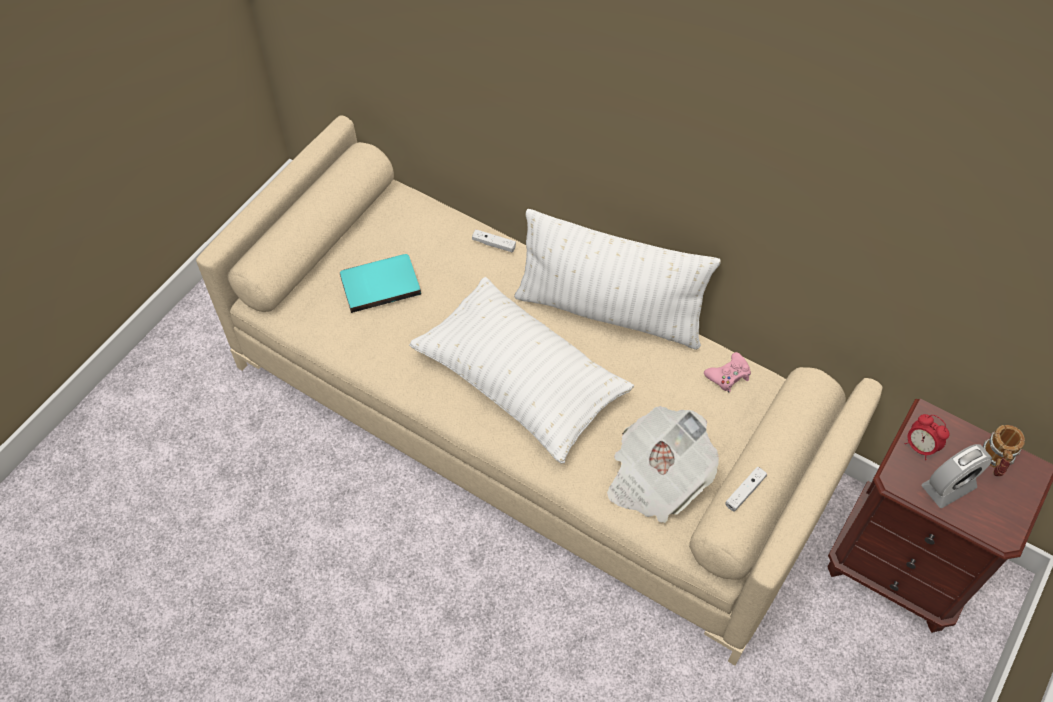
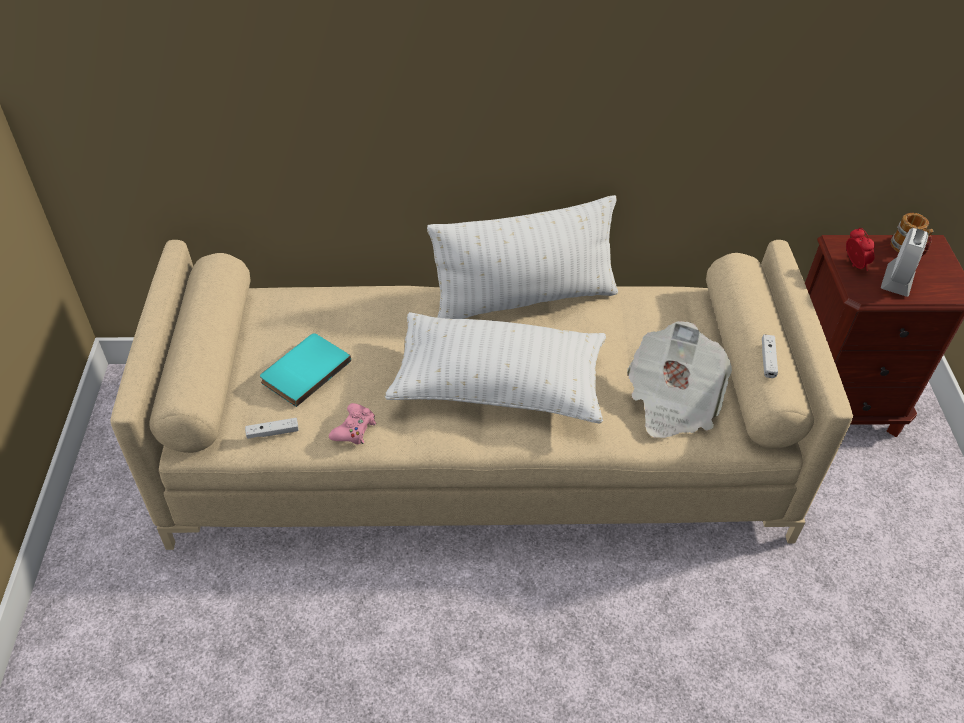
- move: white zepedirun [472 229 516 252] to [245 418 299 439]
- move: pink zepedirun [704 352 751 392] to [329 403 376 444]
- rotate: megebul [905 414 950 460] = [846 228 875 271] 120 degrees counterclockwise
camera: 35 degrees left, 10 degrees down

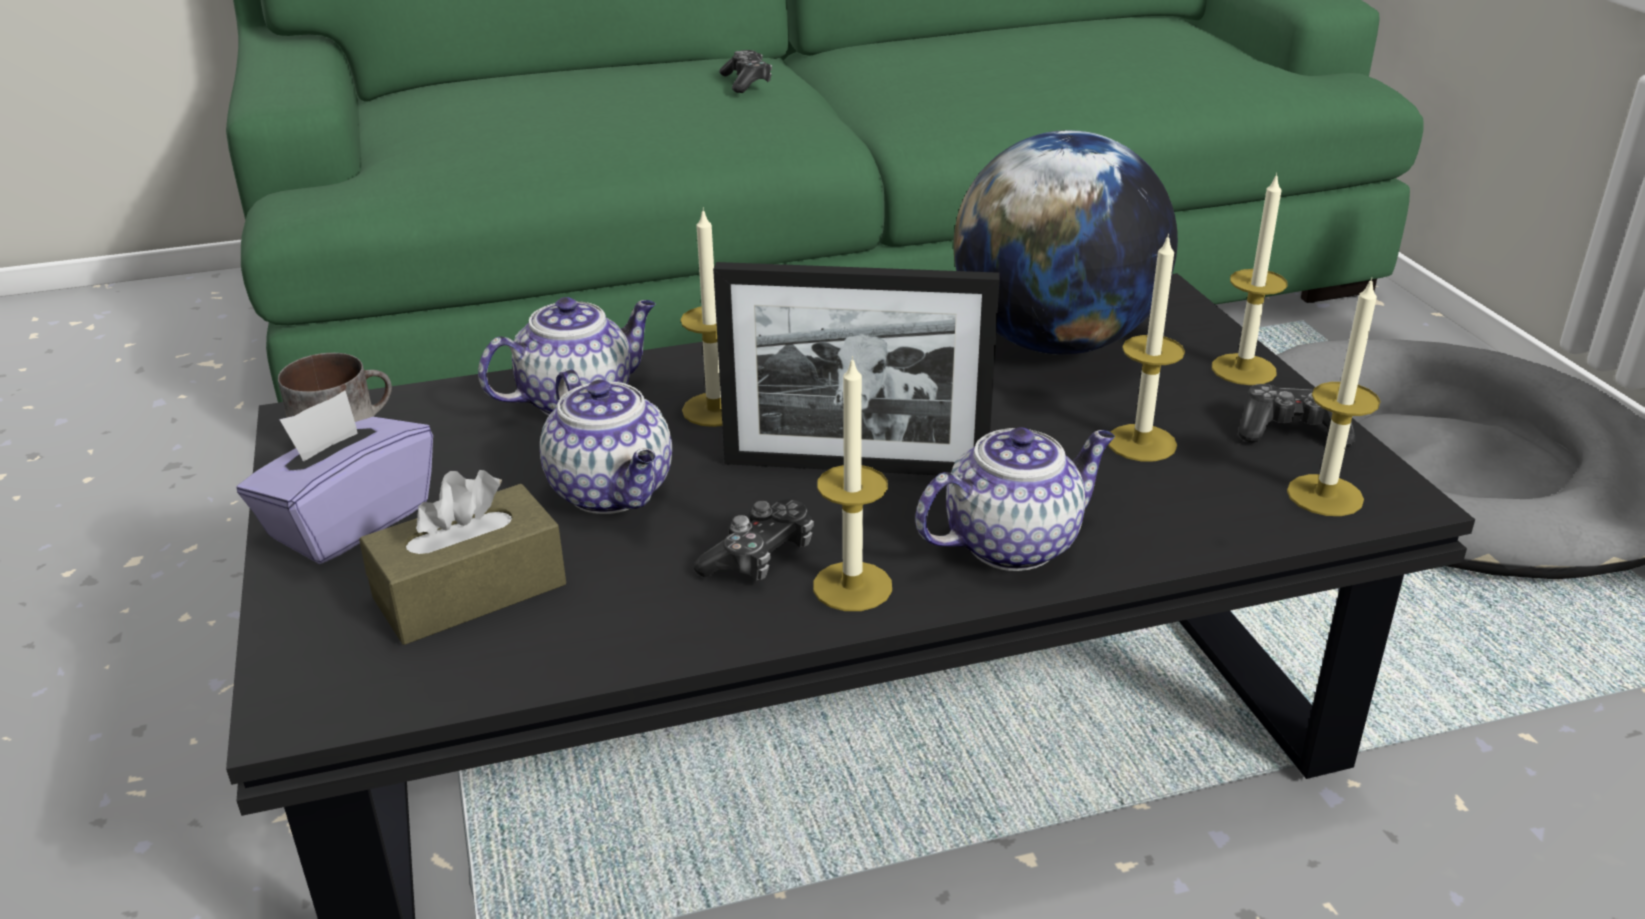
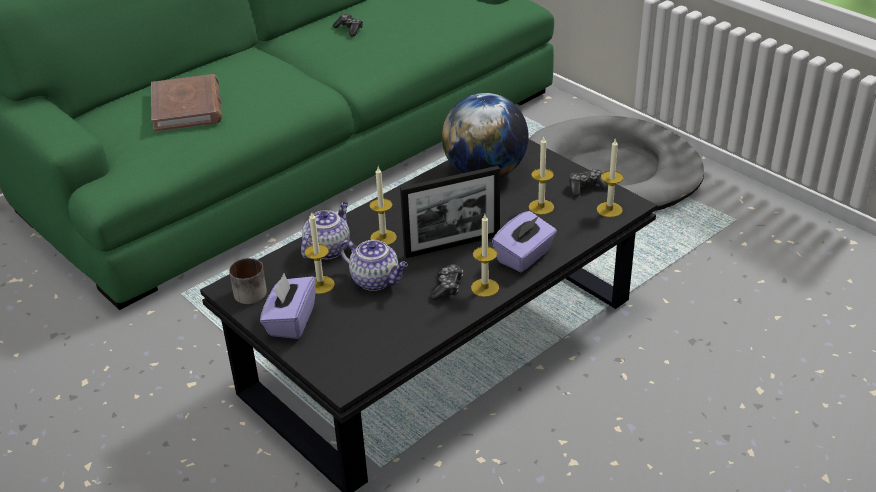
- insert: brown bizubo [151 74 222 132]
- move: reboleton [1212 173 1288 385] to [304 211 335 294]
- move: zepedirun [719 50 772 93] to [333 14 363 37]
- replace: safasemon [915 427 1115 571] to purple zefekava [492 211 557 272]
- delete: brown zefekava [359 470 566 645]
camera: 25 degrees left, 5 degrees up

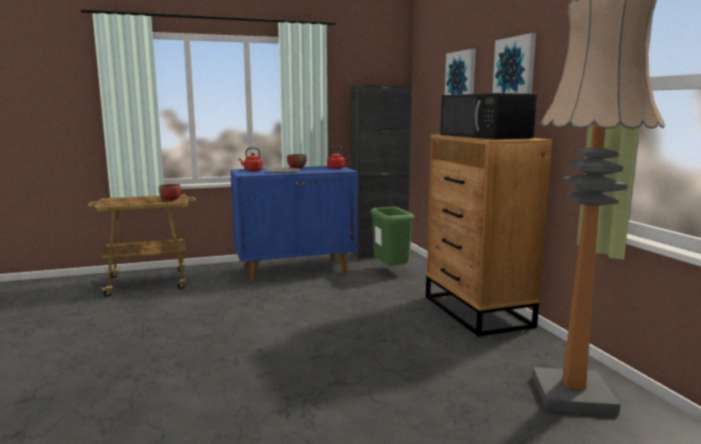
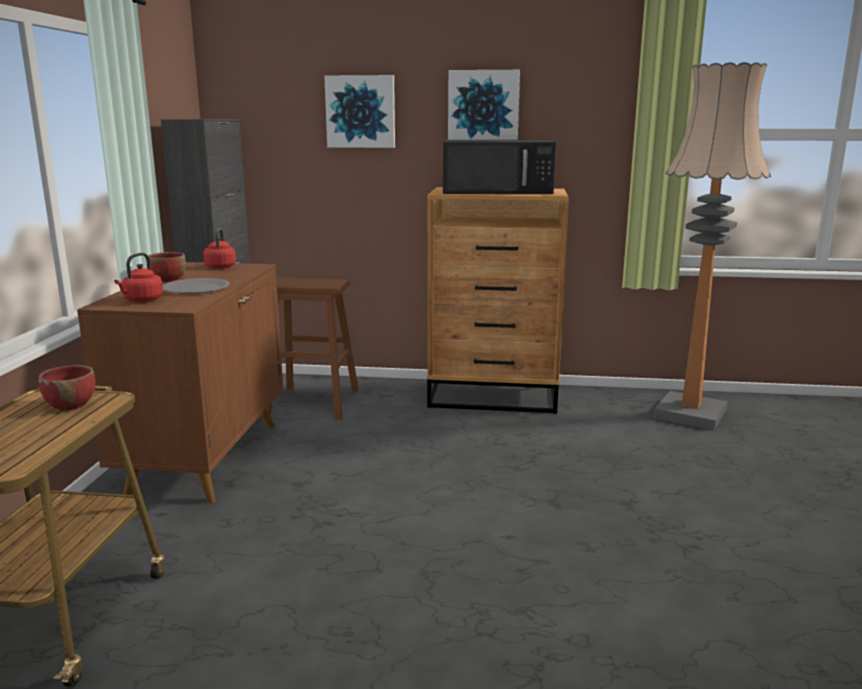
- recolor: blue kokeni [230 166 358 281] to brown kokeni [77 262 283 503]
- replace: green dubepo [370 207 414 265] to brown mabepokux [267 278 359 420]
camera: 65 degrees left, 5 degrees up

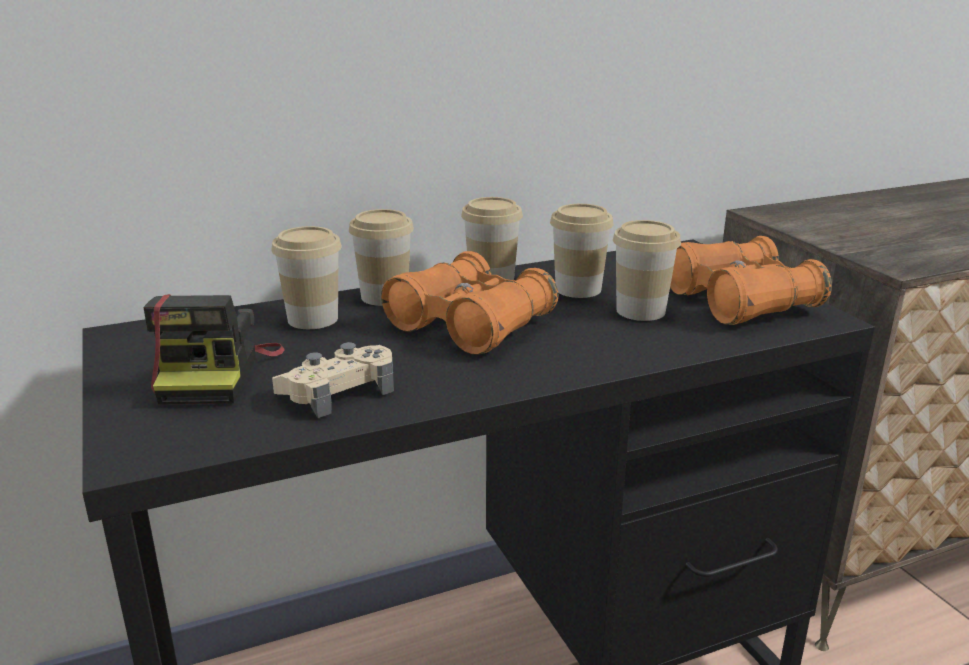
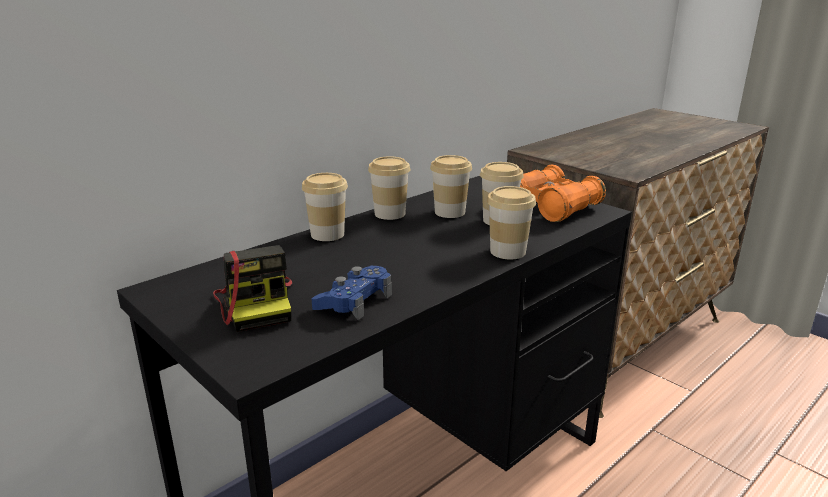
- recolor: beige zepedirun [272 342 394 418] to blue zepedirun [312 265 392 320]
- move: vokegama [271 226 342 329] to [487 186 536 259]
- delete: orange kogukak [381 251 558 355]
camera: 20 degrees left, 0 degrees up

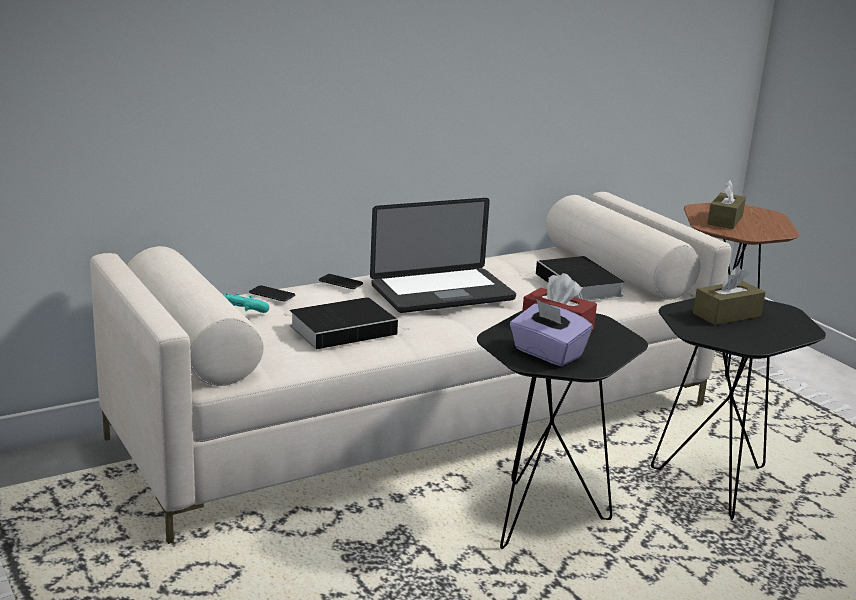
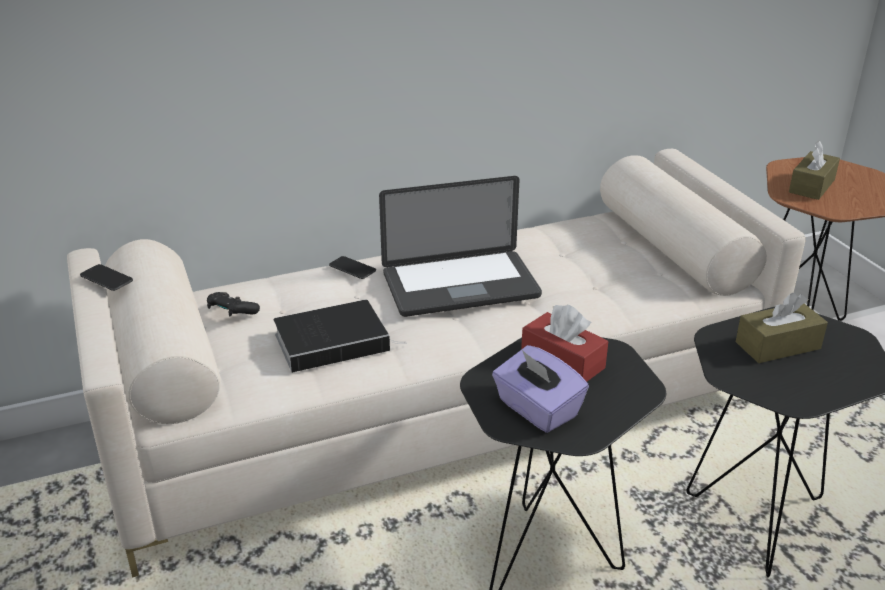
- move: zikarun [249 285 295 301] to [80 264 133 291]
- recolor: turquoise zepedirun [223 293 269 313] to black zepedirun [207 292 260 316]
- delete: bizubo [536 256 625 301]
camera: 10 degrees right, 10 degrees up

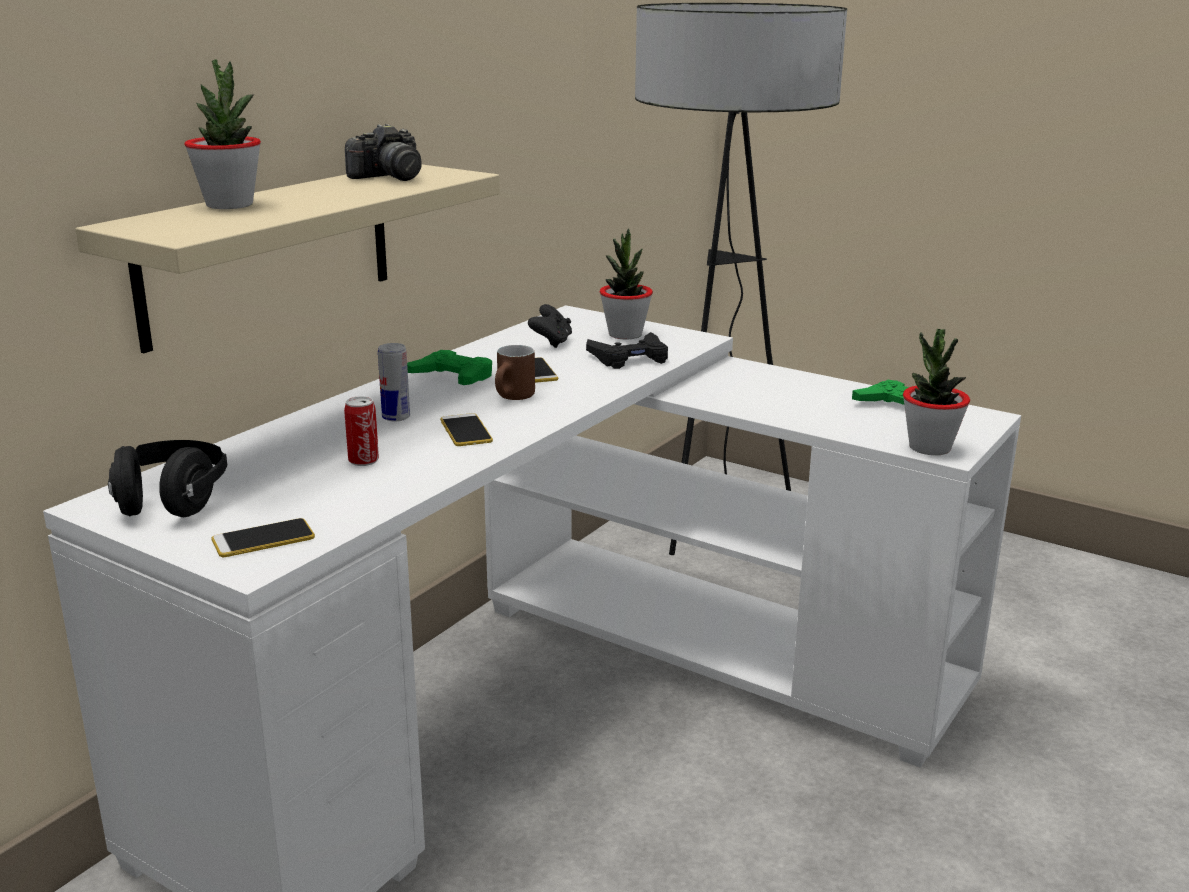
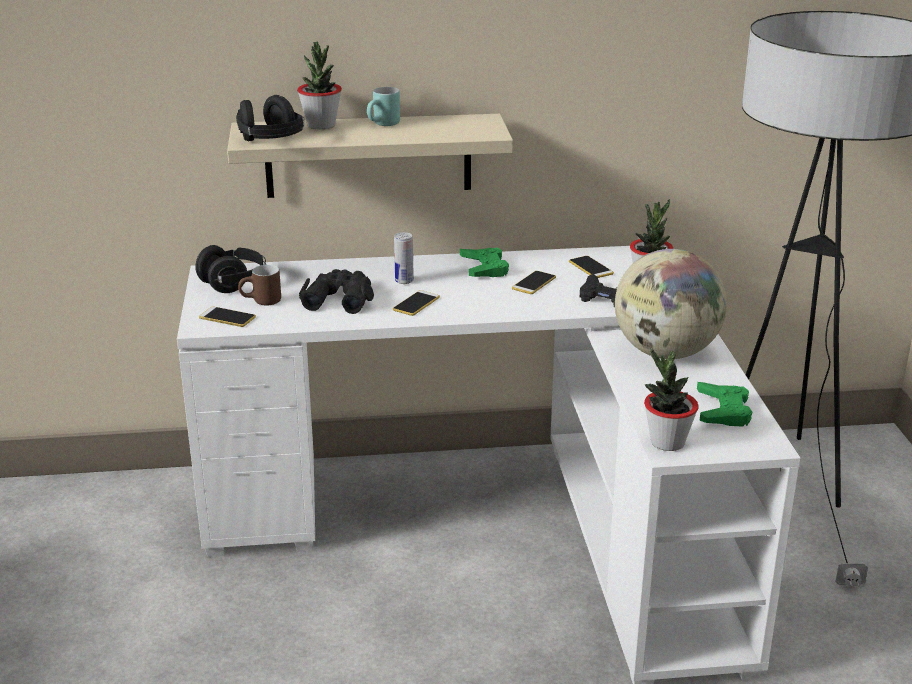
- insert: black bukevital [236 95 305 141]
- move: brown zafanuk [495 345 535 400] to [238 265 281 306]
- replace: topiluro [344 396 379 466] to black kogukak [299 269 374 314]
- insert: turquoise zafanuk [367 87 400 126]
- replace: black zepedirun [528 304 572 348] to zikarun [569 256 614 278]
- insert: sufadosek [615 249 727 359]
- delete: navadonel [345 124 422 181]
camera: 50 degrees right, 5 degrees up

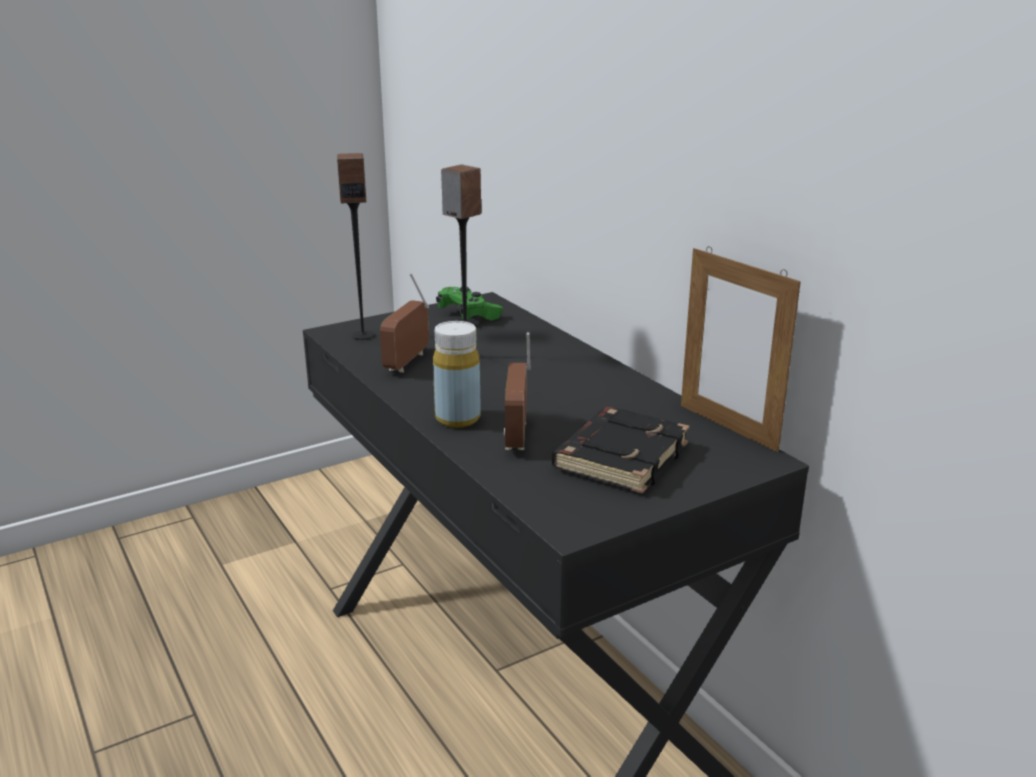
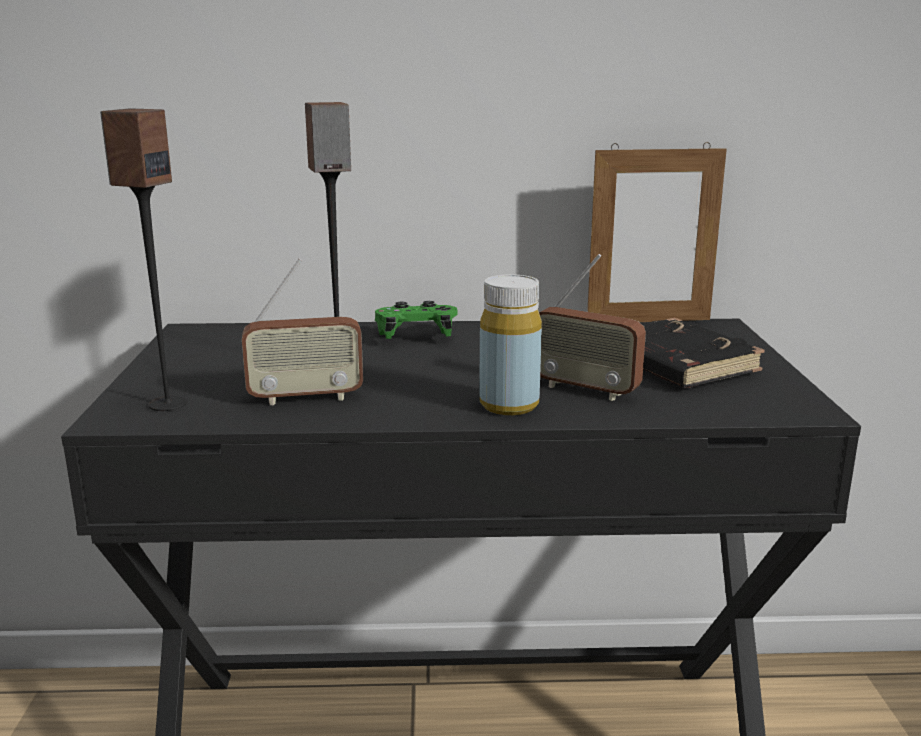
- rotate: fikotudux [380 272 429 373] = [242 259 363 405] 60 degrees counterclockwise
- move: green zepedirun [436 287 503 321] to [375 301 457 339]
camera: 60 degrees left, 5 degrees down

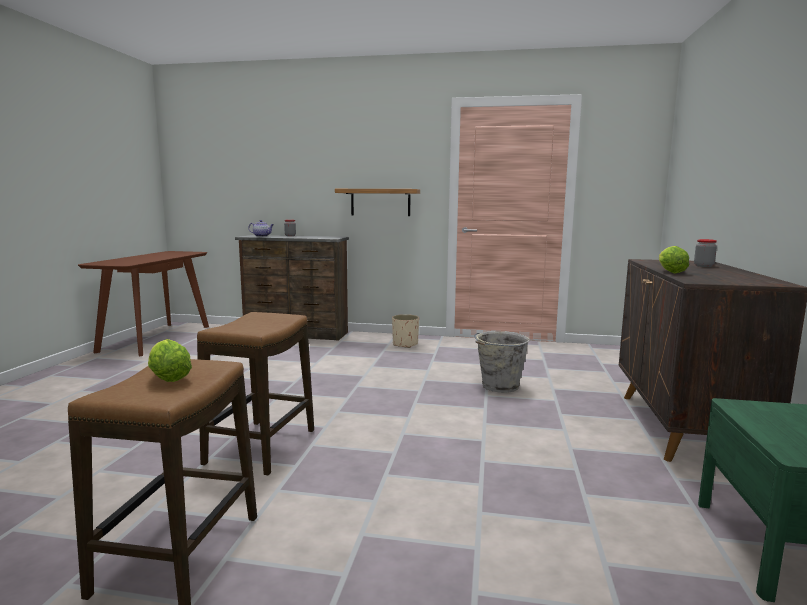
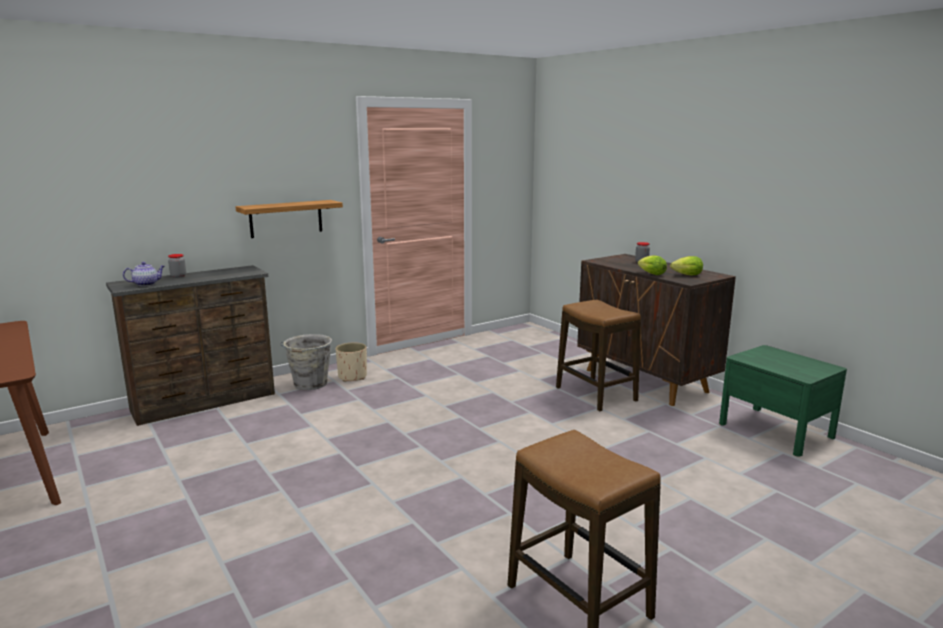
- move: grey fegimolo [474 331 530 393] to [280 334 332 390]
- move: mabepokux [197 312 314 476] to [556 300 641 411]
- move: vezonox [148 339 192 382] to [670 256 703 275]
camera: 45 degrees left, 5 degrees up

